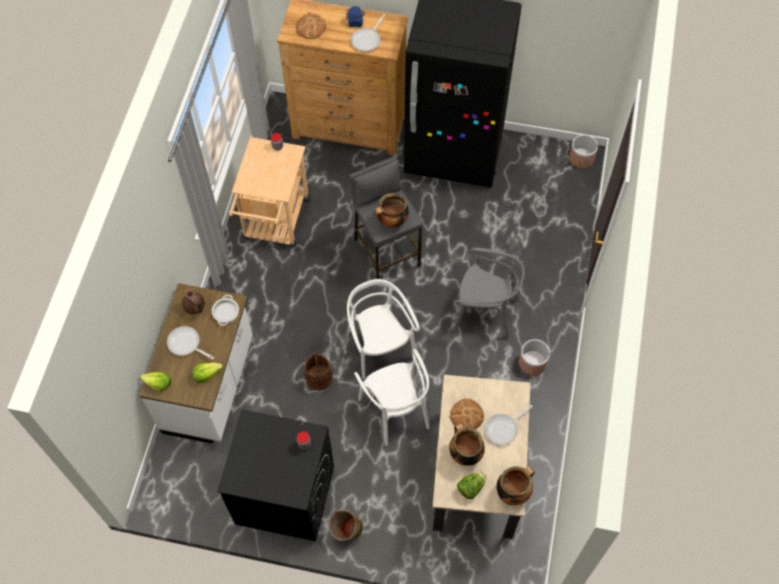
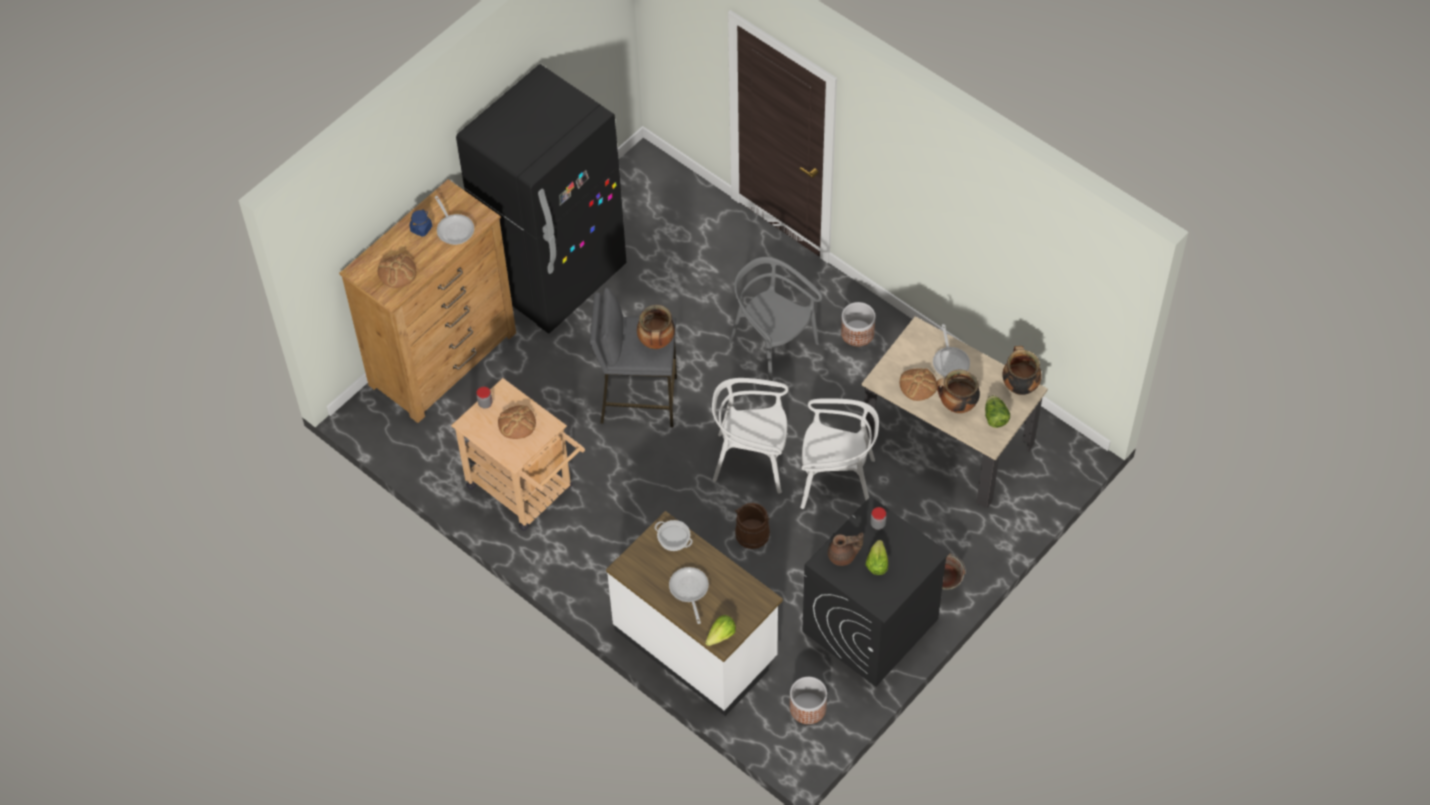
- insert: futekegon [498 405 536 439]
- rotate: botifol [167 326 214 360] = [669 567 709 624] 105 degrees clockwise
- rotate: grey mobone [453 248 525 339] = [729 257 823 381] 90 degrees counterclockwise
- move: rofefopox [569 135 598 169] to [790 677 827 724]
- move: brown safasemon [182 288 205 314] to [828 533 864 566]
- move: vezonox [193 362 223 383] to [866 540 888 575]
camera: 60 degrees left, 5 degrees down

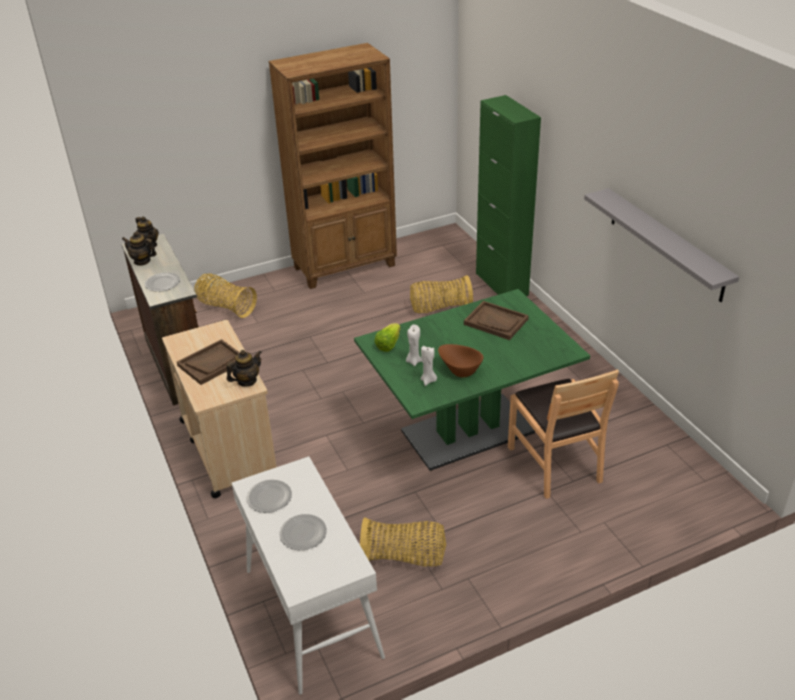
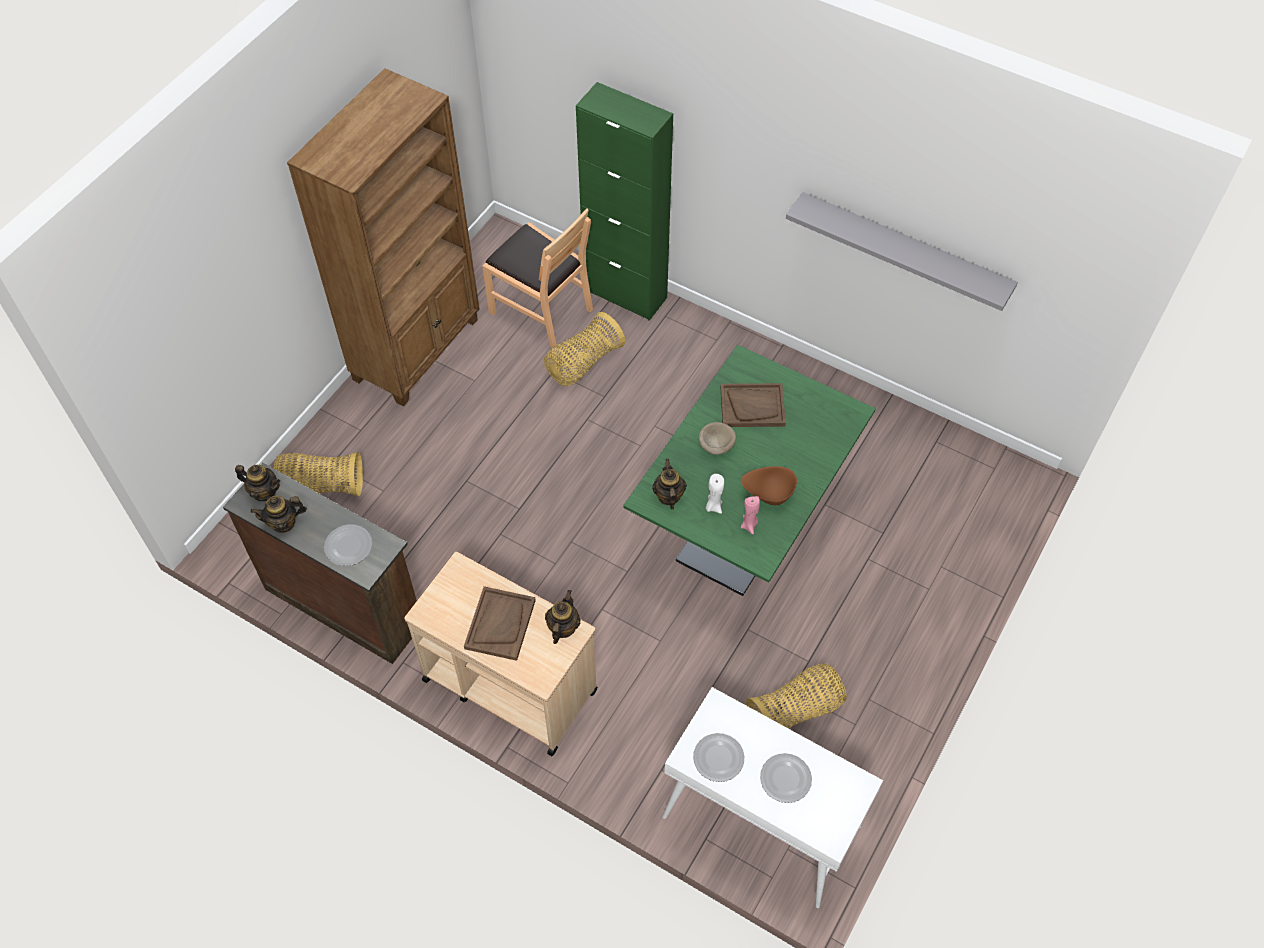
- move: brown mobone [508 370 619 499] to [482 208 593 348]
- replace: vezonox [374 323 401 352] to safasemon [652 459 687 510]
- insert: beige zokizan [699 422 736 455]
- recolor: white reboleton [421 346 437 386] to pink reboleton [741 496 760 535]
camera: 35 degrees left, 20 degrees up

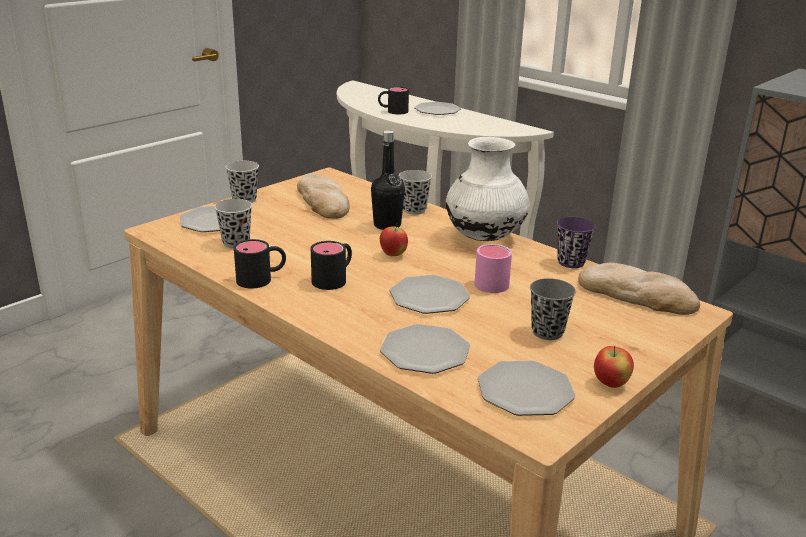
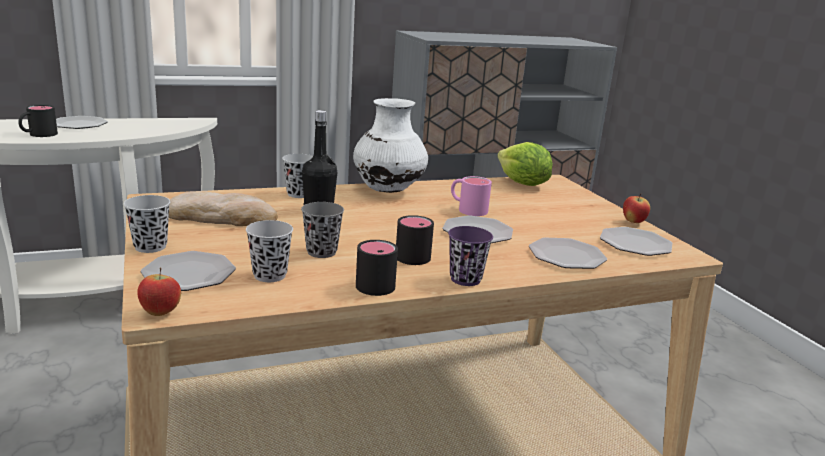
- move: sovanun [380 223 408 256] to [137 267 181 316]
- move: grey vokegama [530 278 576 340] to [301 202 344 258]
- move: purple vokegama [557 217 596 268] to [448 226 493 286]
- replace: futekegon [578 263 700 315] to vezonox [497 142 553 186]
camera: 65 degrees left, 5 degrees down

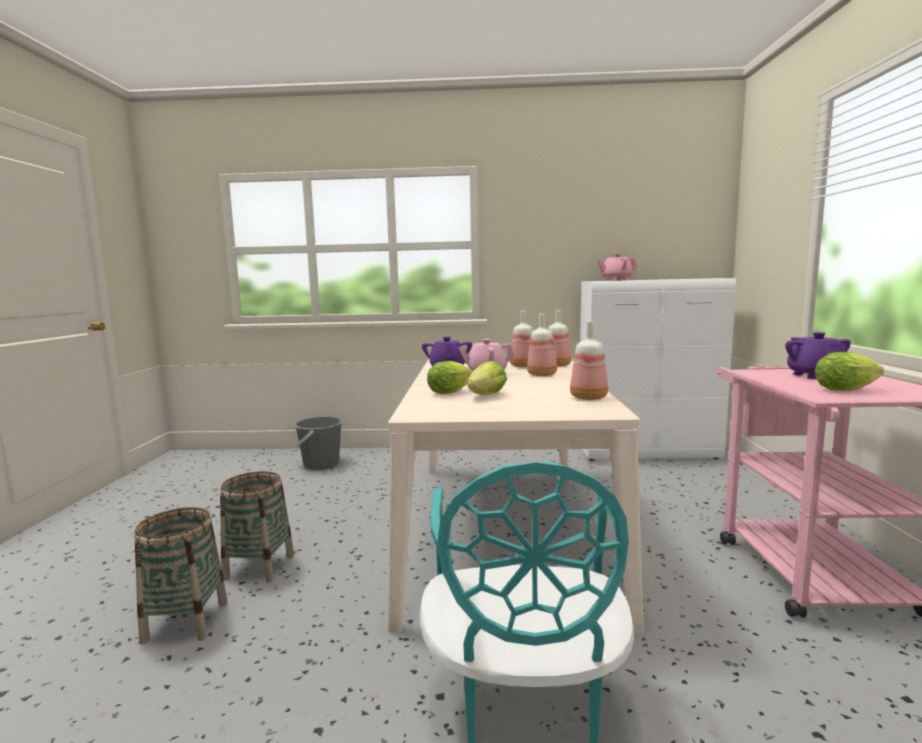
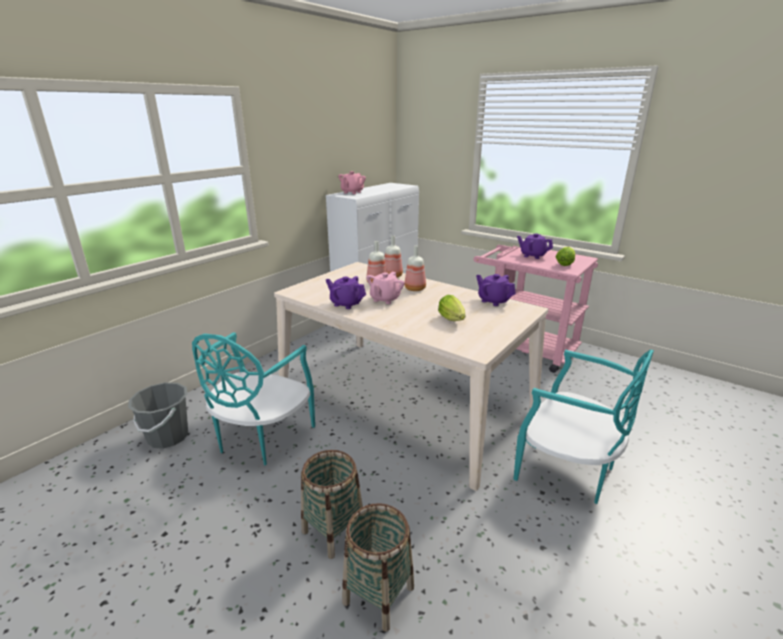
- insert: turquoise mobone [192 332 315 465]
- replace: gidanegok [570 321 608 400] to purple safasemon [476 274 516 306]
- delete: vezonox [427 361 473 394]
camera: 55 degrees left, 15 degrees up

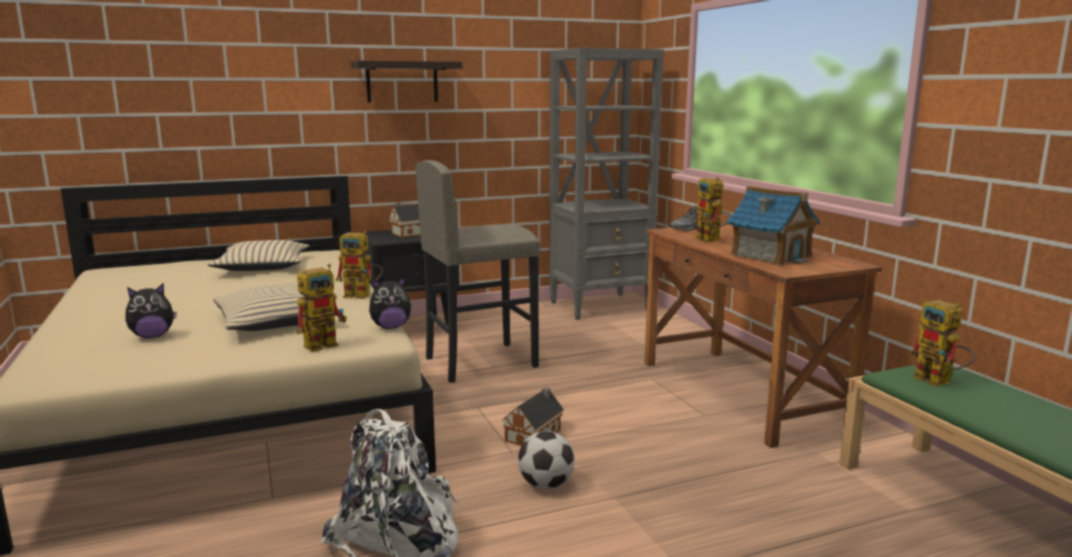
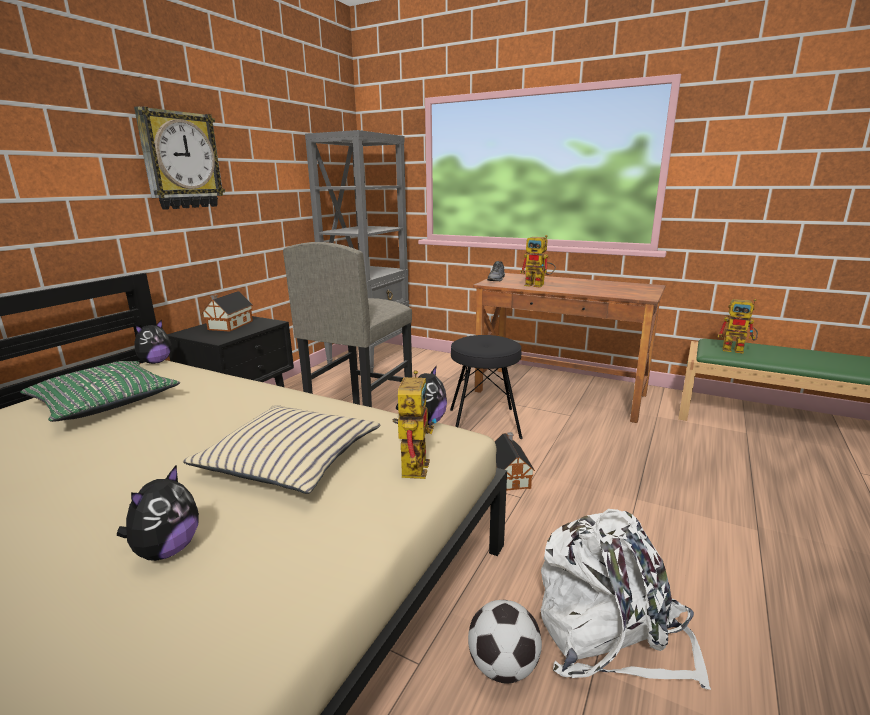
- recolor: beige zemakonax [207 240 310 271] to green zemakonax [21 361 180 422]
- replace: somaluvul [350 60 463 102] to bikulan [134 106 225 210]
- insert: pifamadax [134 320 172 364]
- insert: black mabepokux [450 335 523 439]
- move: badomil [518 431 575 489] to [468 600 542 684]
- delete: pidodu [335 231 383 299]
- delete: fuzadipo [727 186 820 265]
camera: 40 degrees left, 5 degrees up

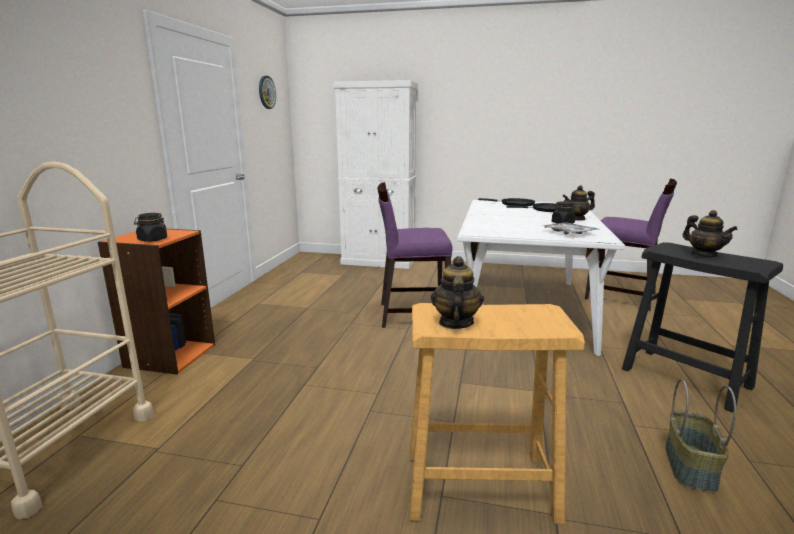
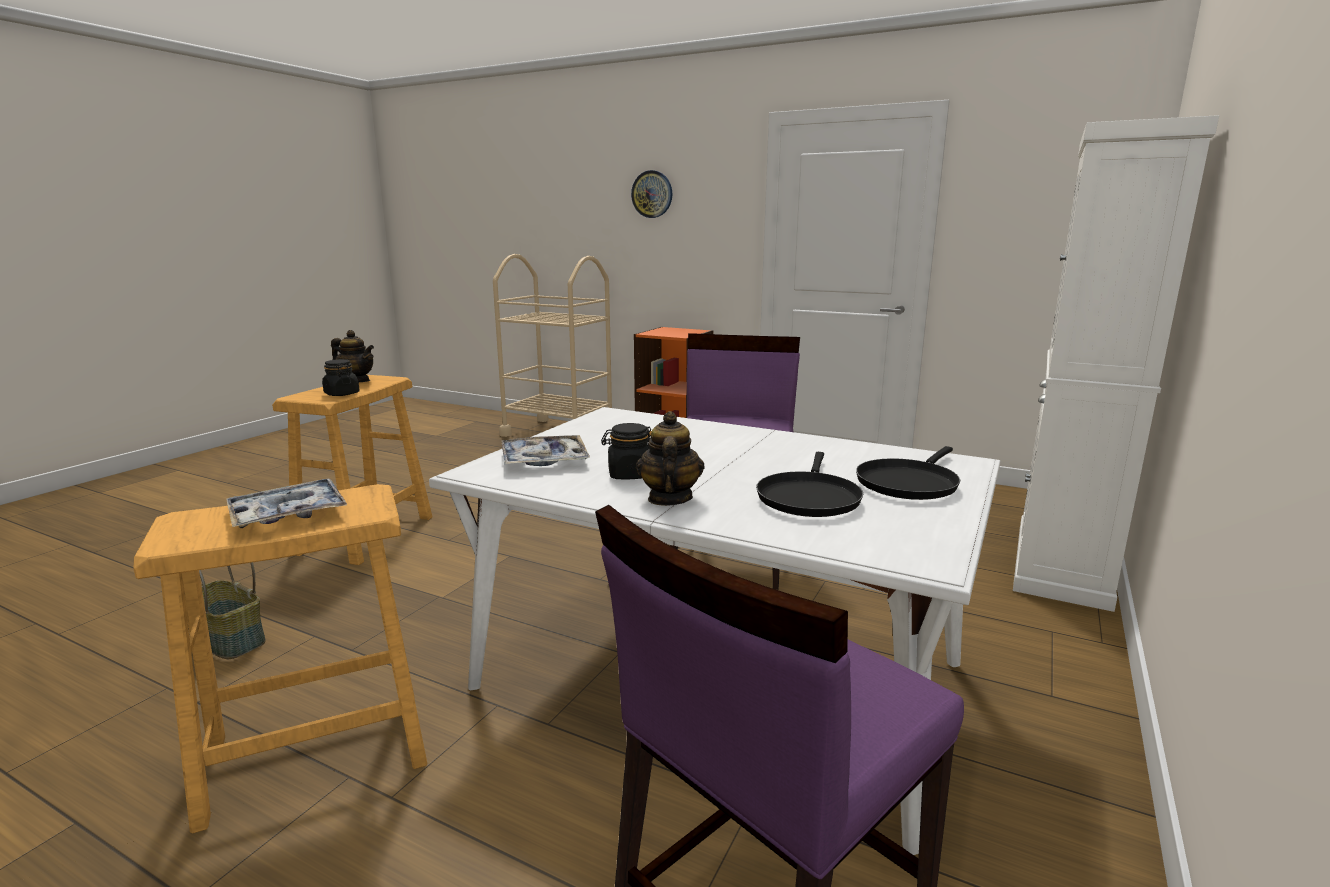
- recolor: black mabepokux [622 242 783 412] to beige mabepokux [133 484 427 834]
- replace: safasemon [683 210 737 258] to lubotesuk [226 479 347 528]
- move: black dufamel [134 213 167 242] to [322 359 360 396]
- move: bikulan [259 76 276 109] to [631 170 672 218]
camera: 105 degrees right, 0 degrees up

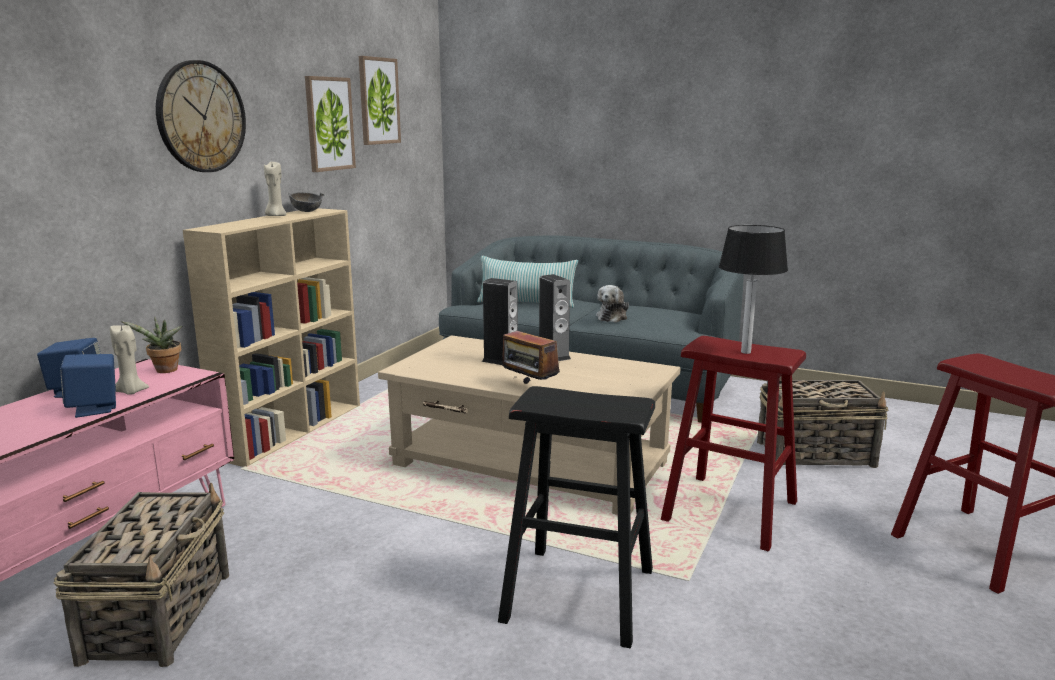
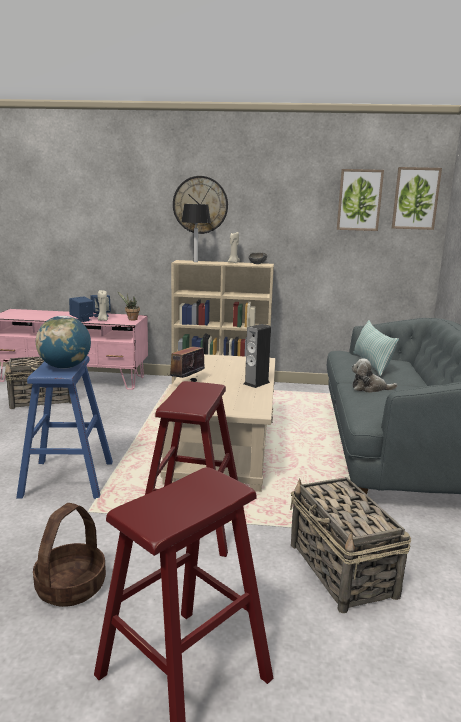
- recolor: black mabepokux [498 386 655 648] to blue mabepokux [16 356 113 499]
- insert: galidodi [33 503 106 607]
- insert: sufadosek [36 316 91 369]
- move: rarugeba [719 225 788 354] to [181 204 211 262]
- move: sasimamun [305 76 356 172] to [392 167 442 230]
- delete: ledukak [482 278 518 365]
camera: 70 degrees right, 0 degrees up

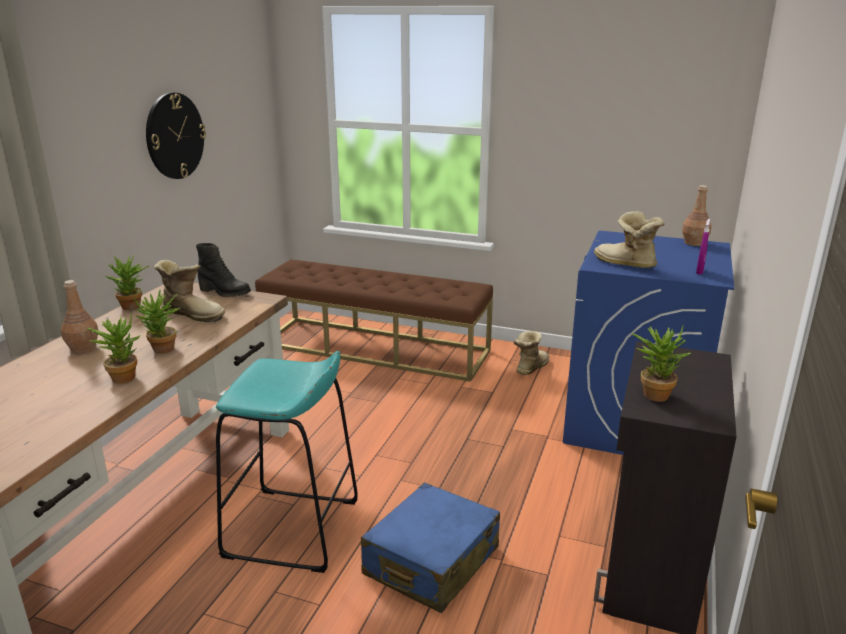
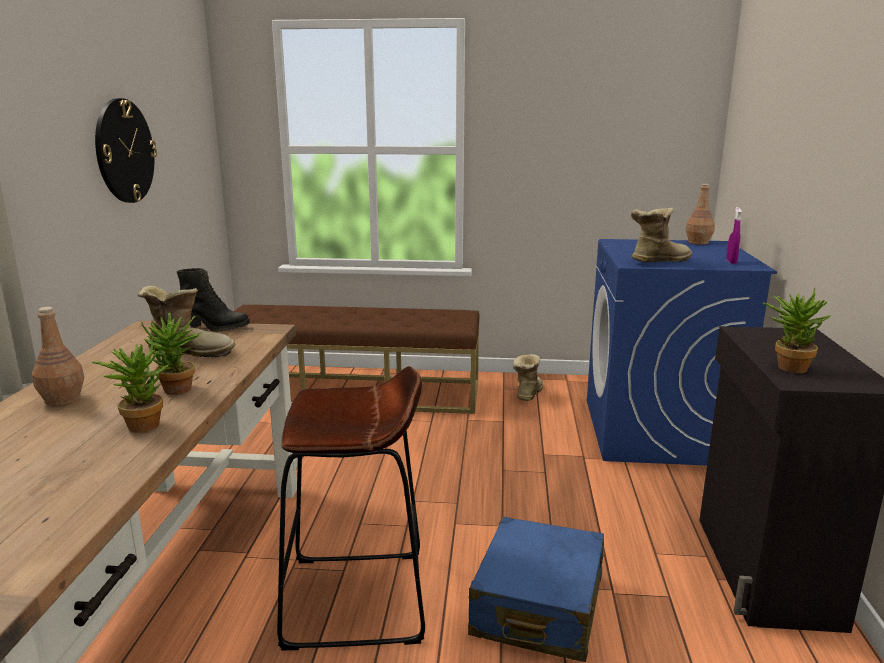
- recolor: turquoise mabepokux [216 351 358 573] to brown mabepokux [277 366 425 651]
- rotate: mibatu [594 211 665 268] = [631 208 692 262] 120 degrees clockwise
- delete: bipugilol [106 255 149 310]
camera: 15 degrees left, 5 degrees down

